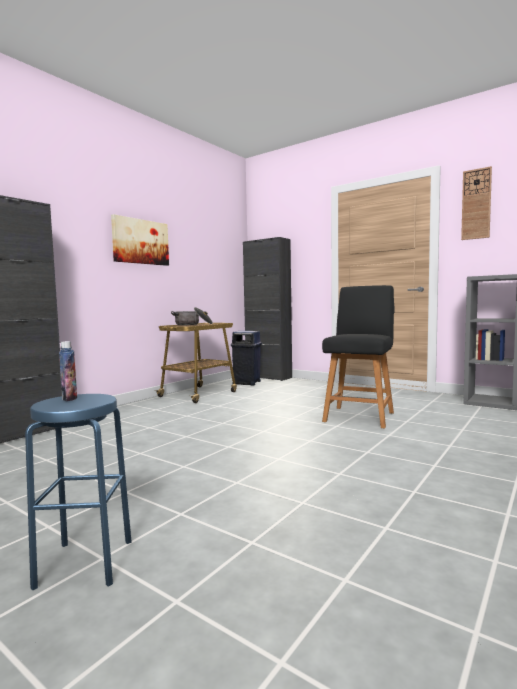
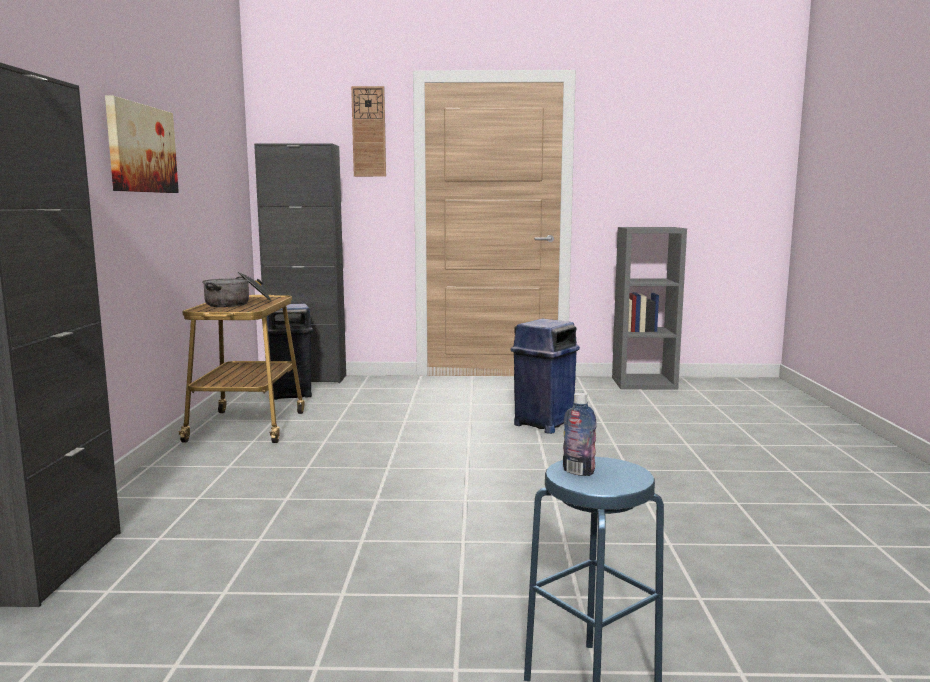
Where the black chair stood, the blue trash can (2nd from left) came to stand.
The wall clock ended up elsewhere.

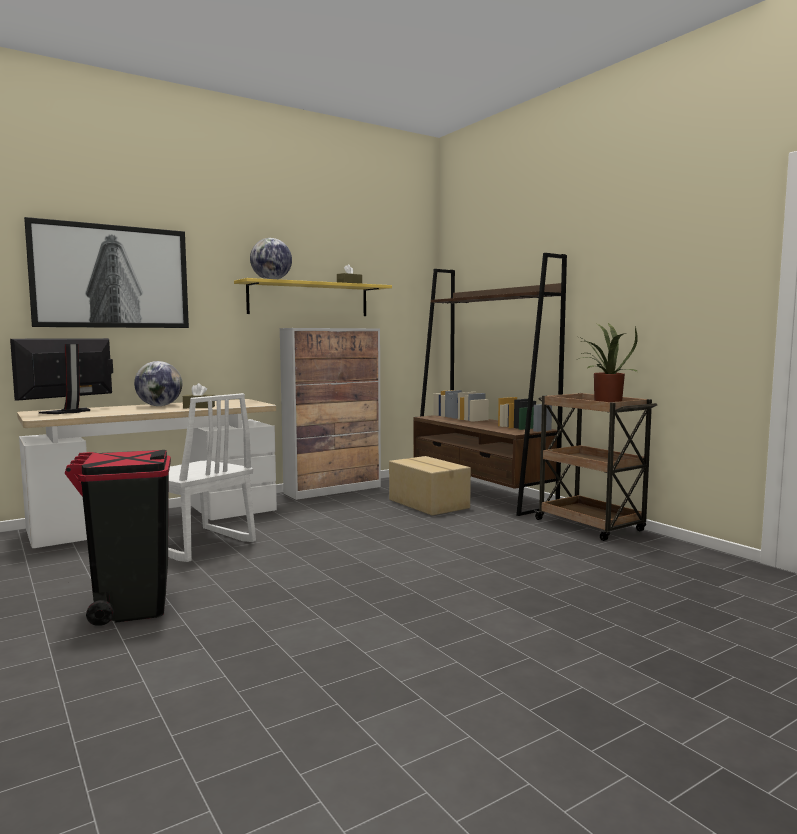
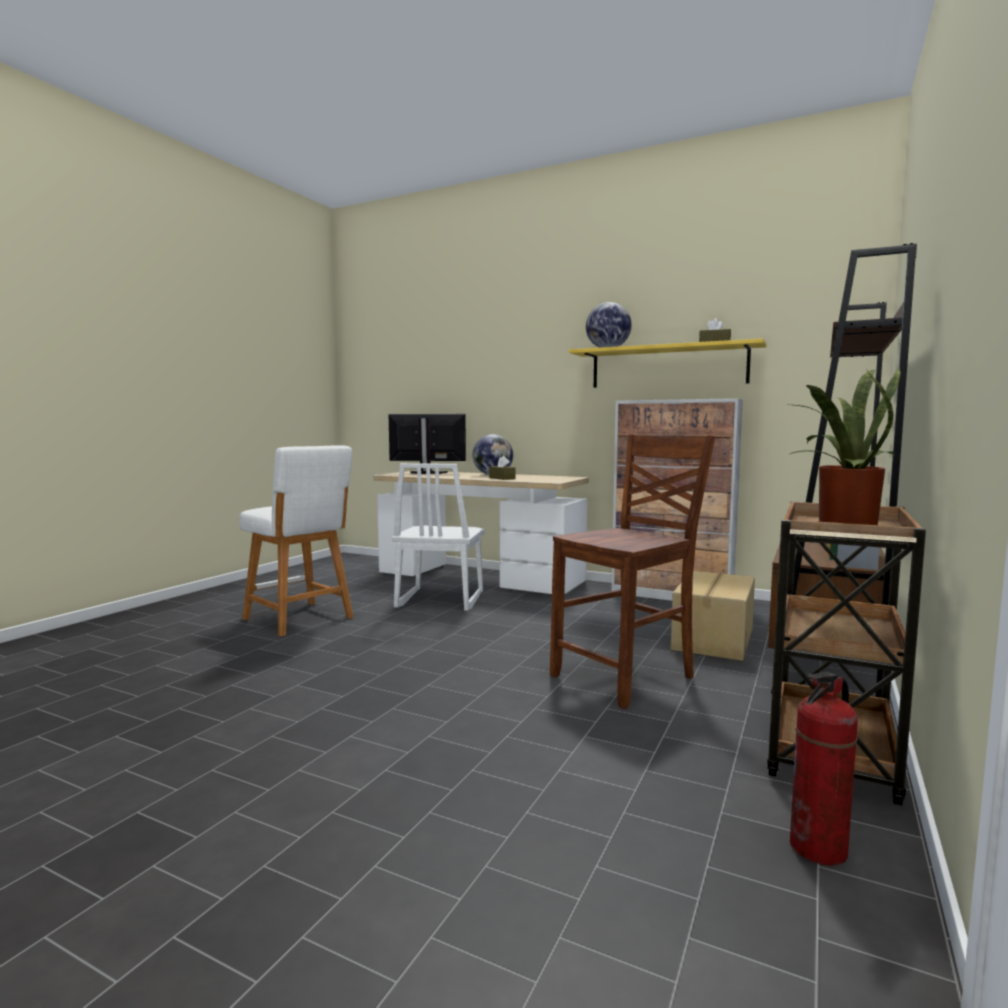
The second view lost the picture.
Where the black trash can stood, the white stool came to stand.
The second view gained the brown chair.
The second view gained the fire extinguisher.

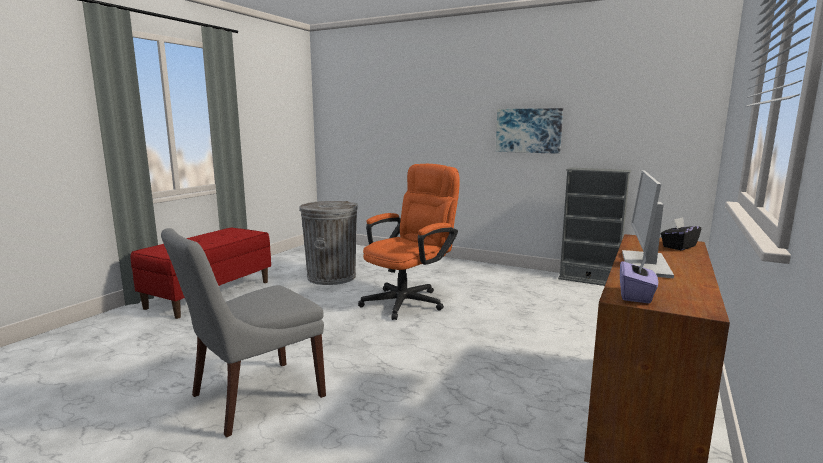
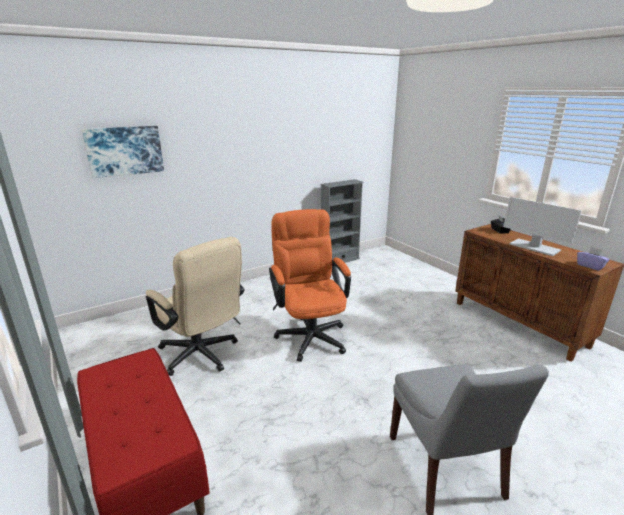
Where the grey trash can stood, the beige office chair came to stand.
The picture ended up elsewhere.

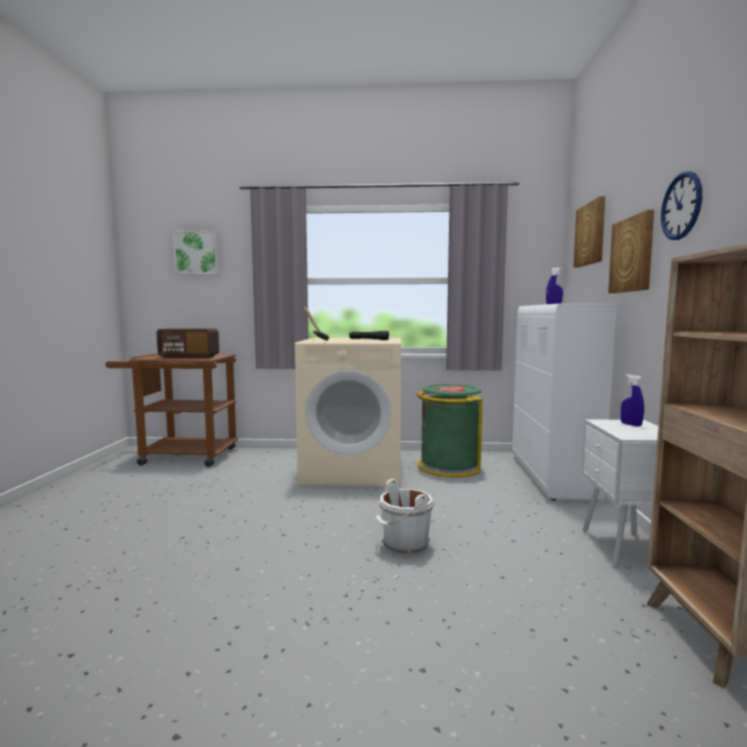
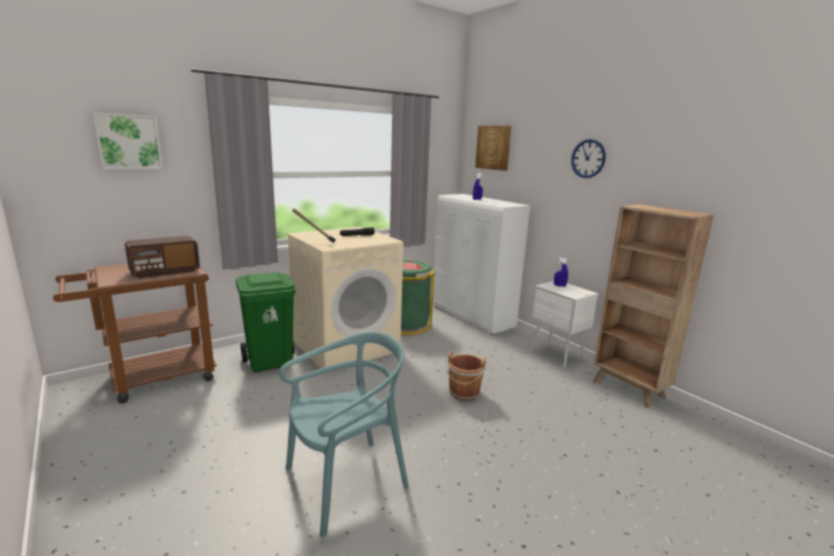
What was the white bucket turned into the brown bucket.
The second view lost the picture (3rd from left).
The second view gained the green trash can (1st from left).
The second view gained the turquoise chair.

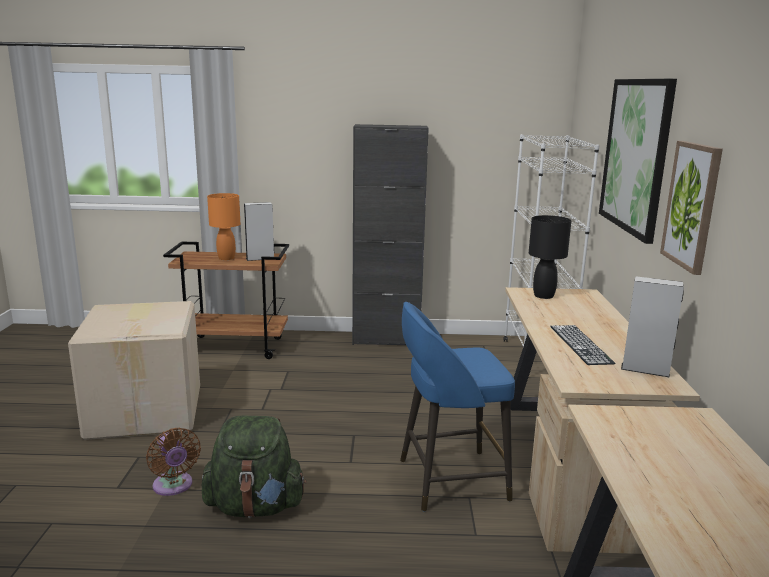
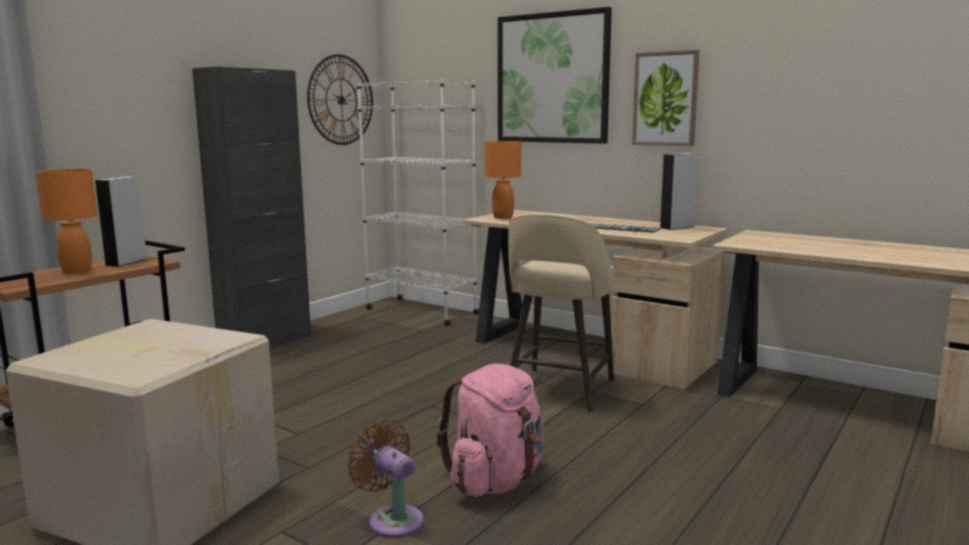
The brown fan ended up facing another way, 135 degrees counterclockwise from before.
What was the green backpack turned into the pink backpack.
What was the blue stool turned into the beige stool.
What was the black table lamp turned into the orange table lamp (2nd from left).
The second view gained the wall clock.

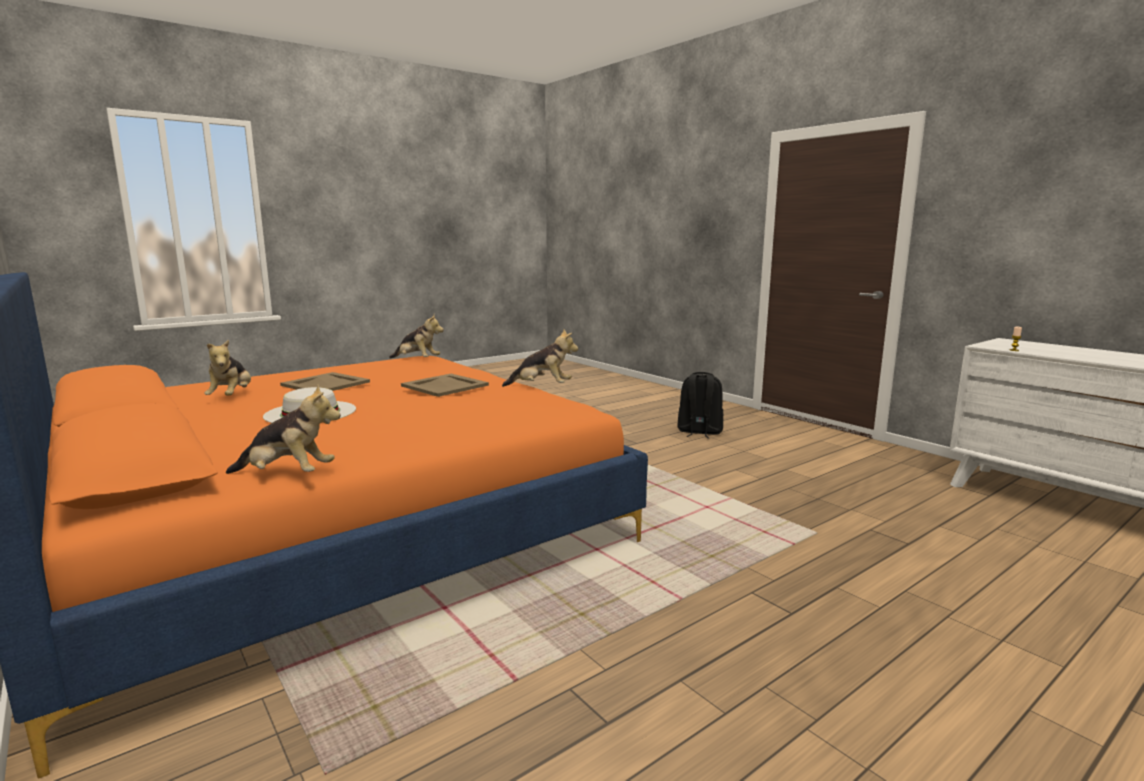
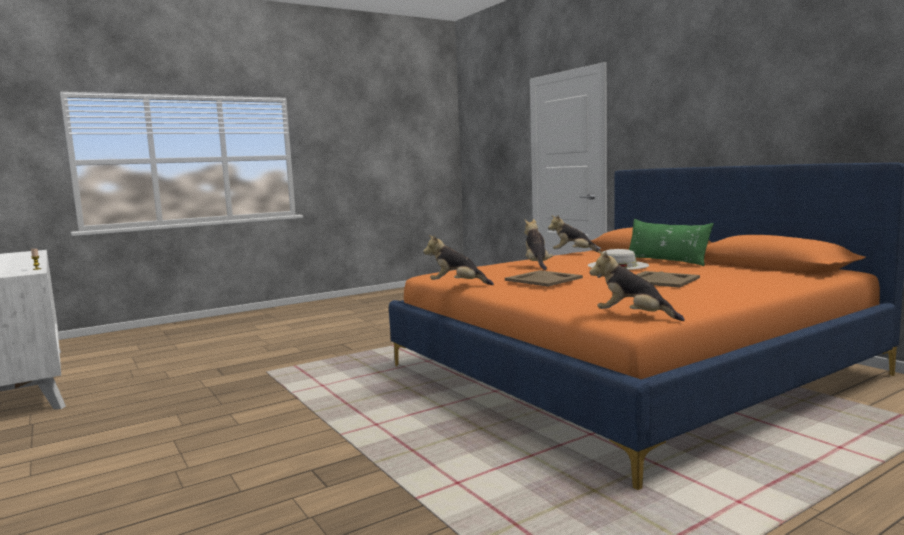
The plush toy (1st from left in the first image) ended up elsewhere.
The second view lost the black backpack.
The second view gained the green pillow.

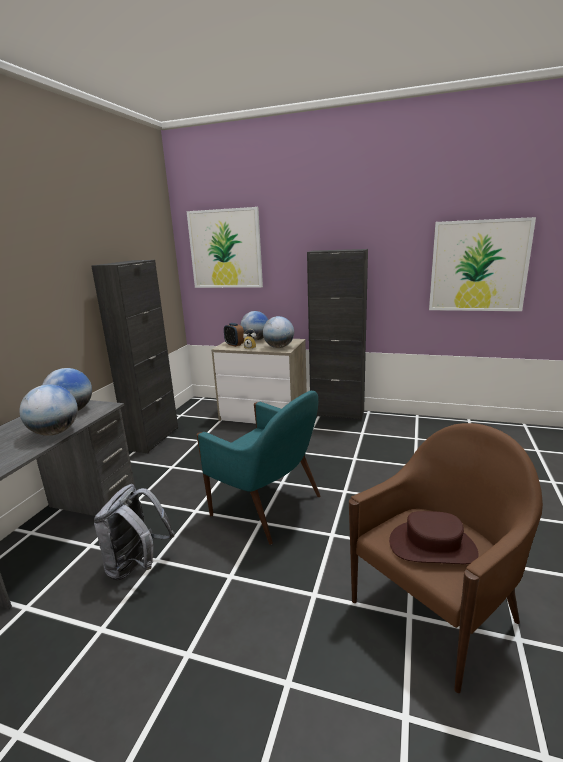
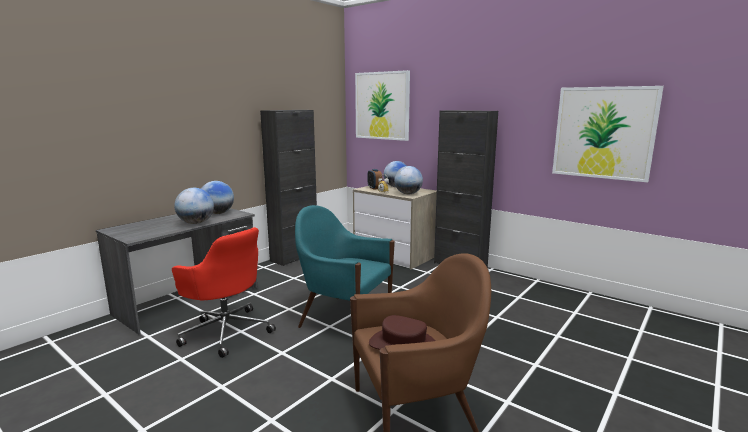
Where the grey backpack stood, the red office chair came to stand.
The turquoise armchair ended up facing another way, 150 degrees clockwise from before.

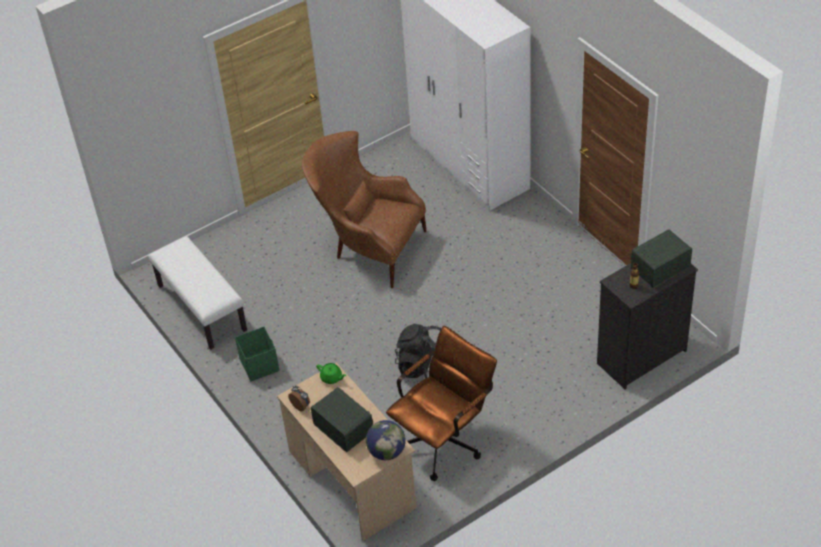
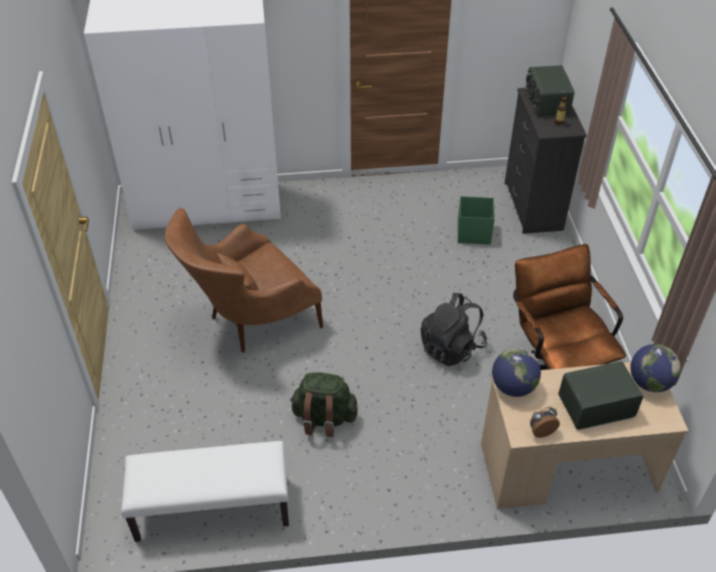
The green storage box ended up elsewhere.
Where the green teapot stood, the globe (1st from left) came to stand.
The second view gained the green backpack.

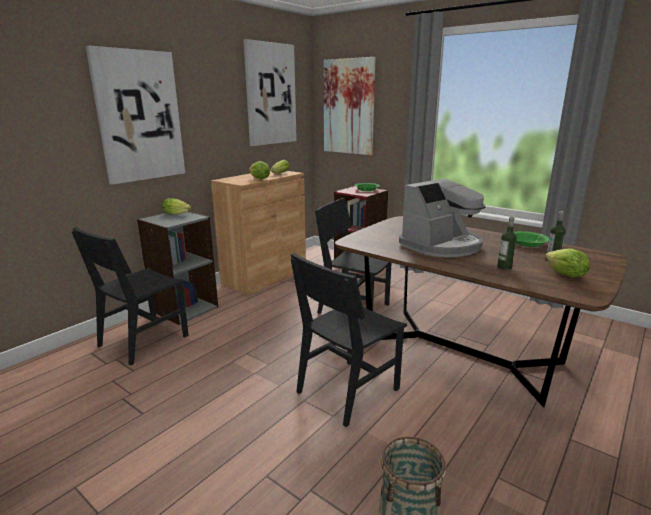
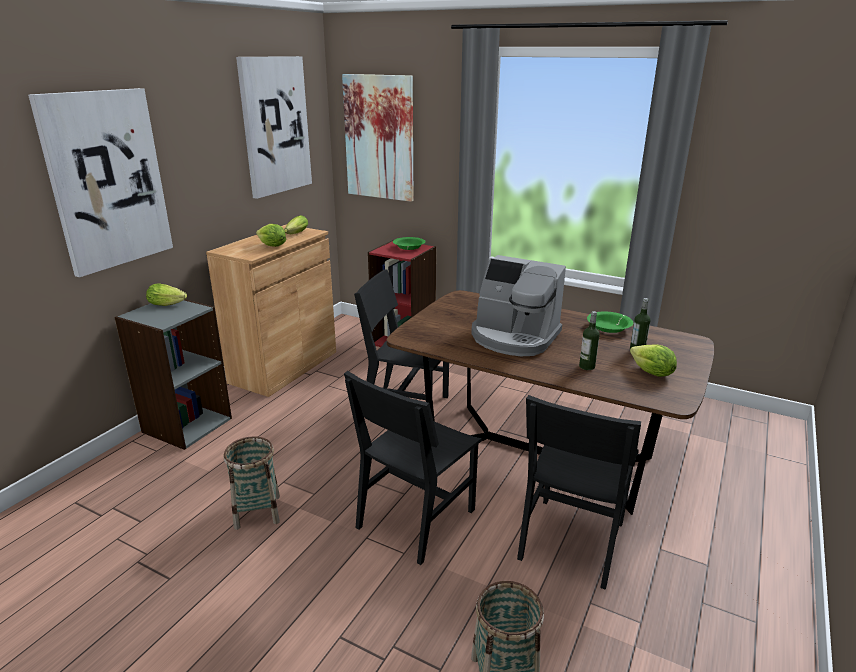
The black chair (1st from left in the first image) ended up elsewhere.
The coffee machine ended up facing another way, 75 degrees clockwise from before.
The second view gained the basket (1st from left).

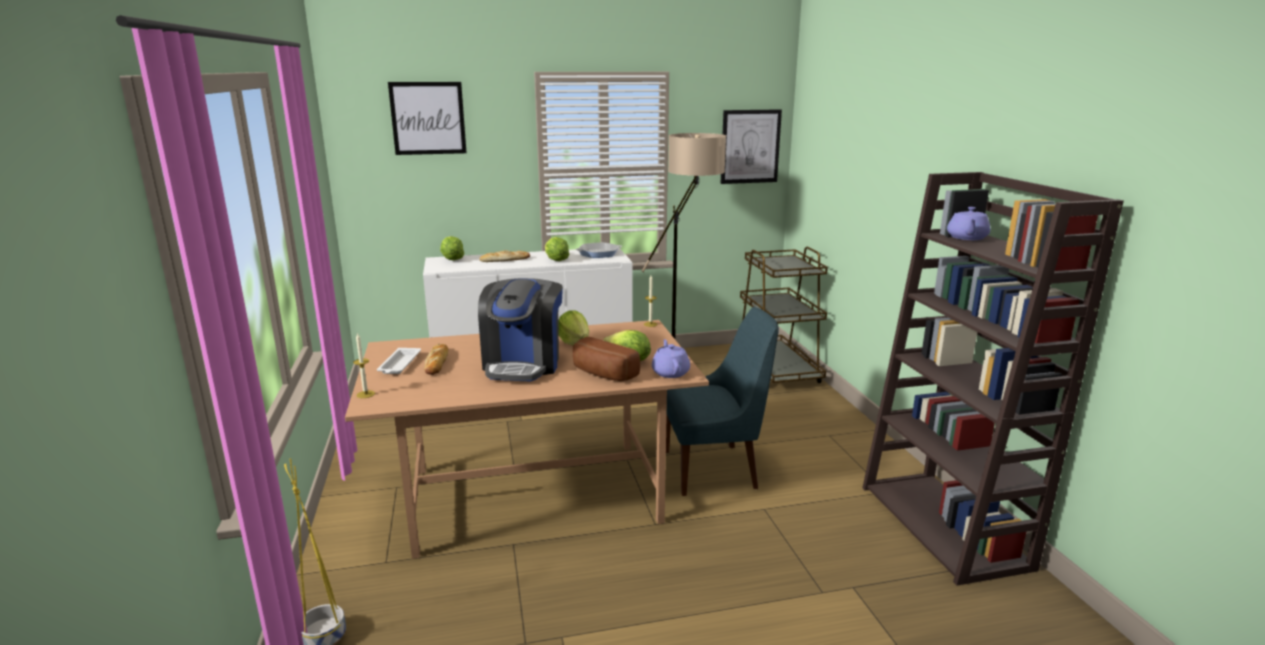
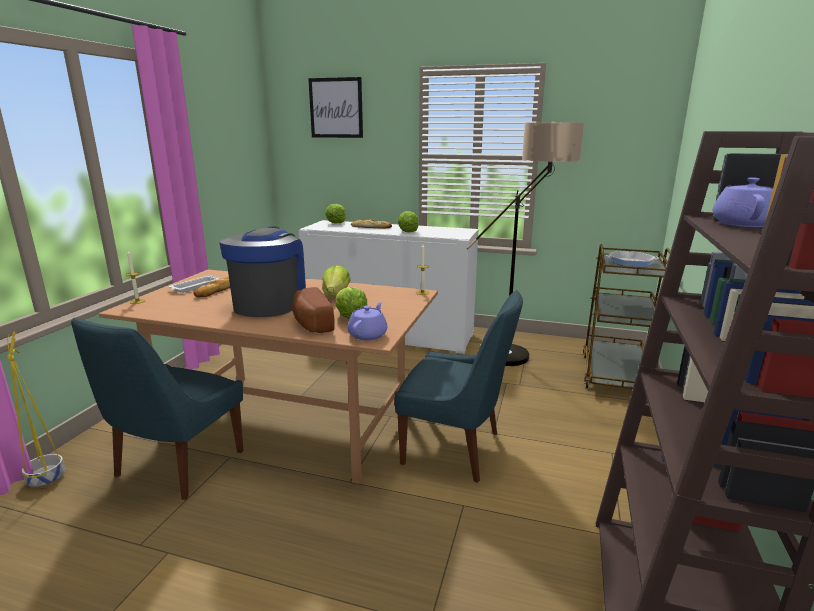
The coffee machine ended up facing another way, 150 degrees clockwise from before.
The frying pan ended up elsewhere.
The second view lost the picture (2nd from left).
The purple teapot (2nd from left) ended up facing another way, 150 degrees clockwise from before.
The second view gained the blue chair (1st from left).

